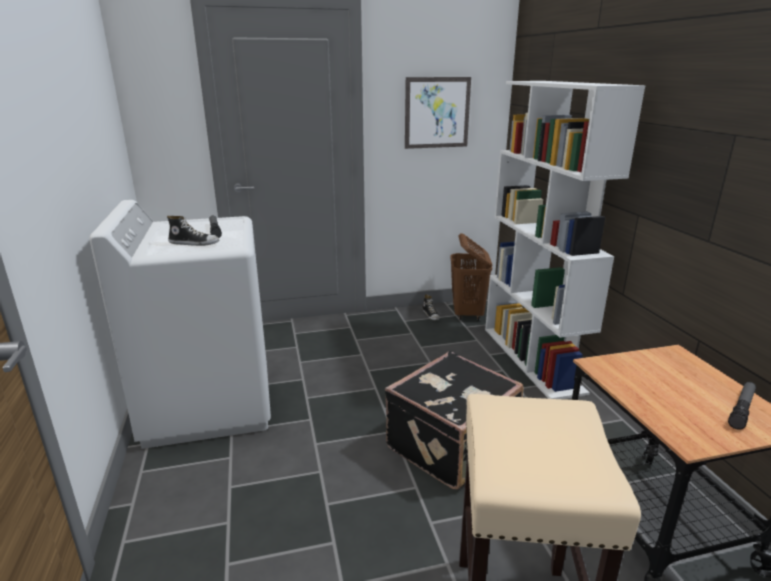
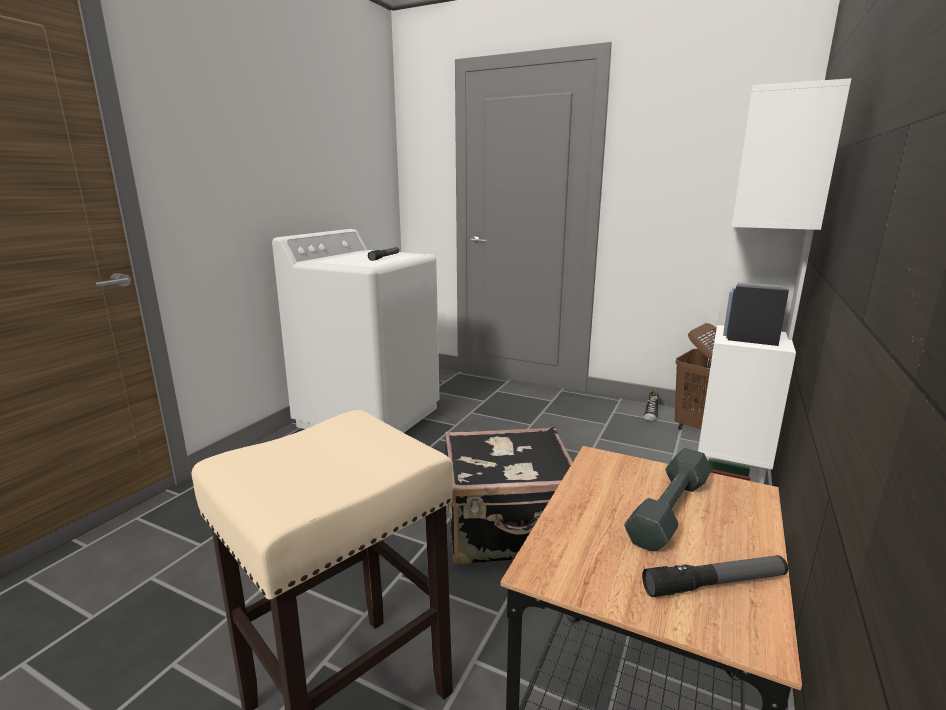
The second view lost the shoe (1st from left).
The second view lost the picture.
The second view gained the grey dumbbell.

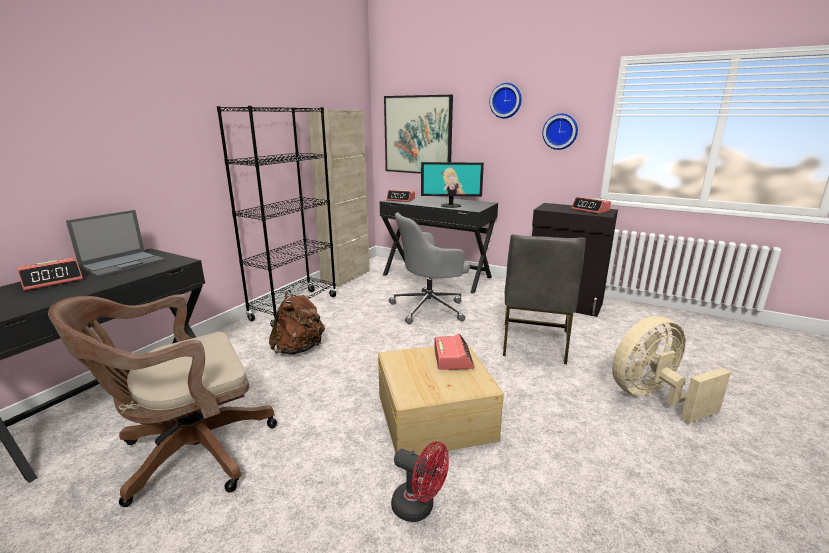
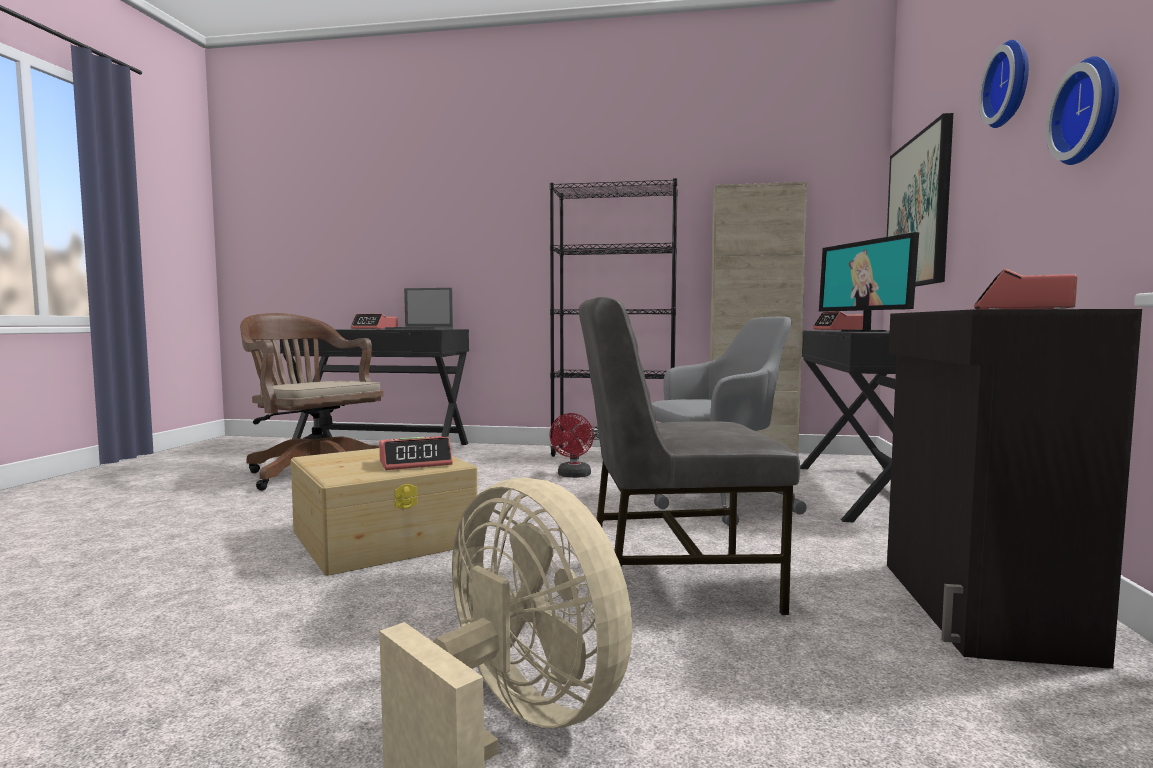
The second view lost the brown backpack.
The grey office chair ended up facing another way, 120 degrees clockwise from before.
The red fan ended up elsewhere.

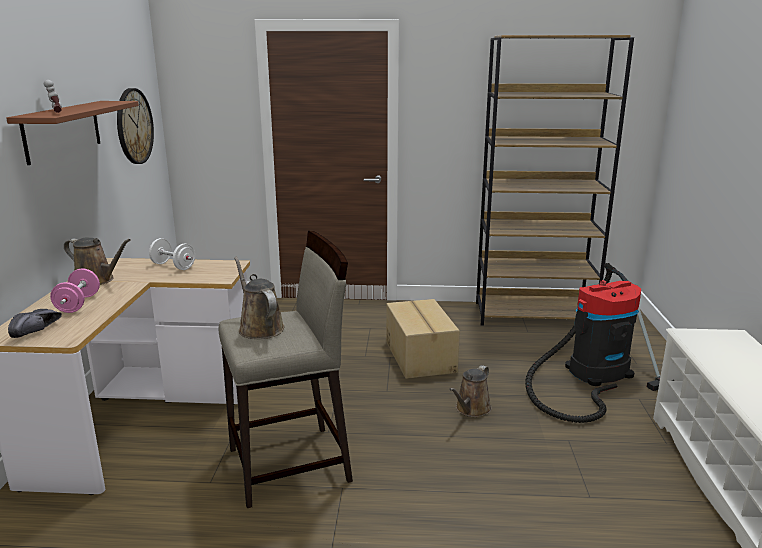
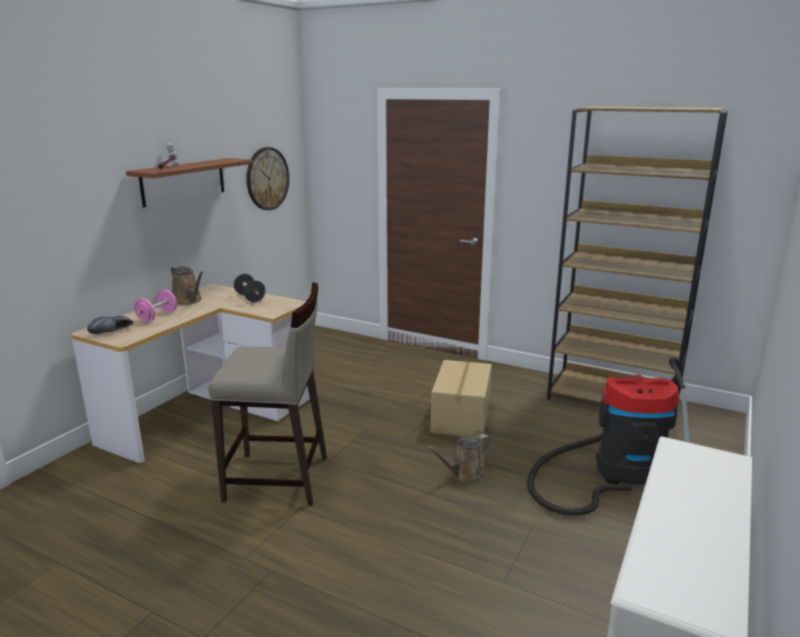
What was the white dumbbell turned into the black dumbbell.
The second view lost the brown watering can (2nd from left).

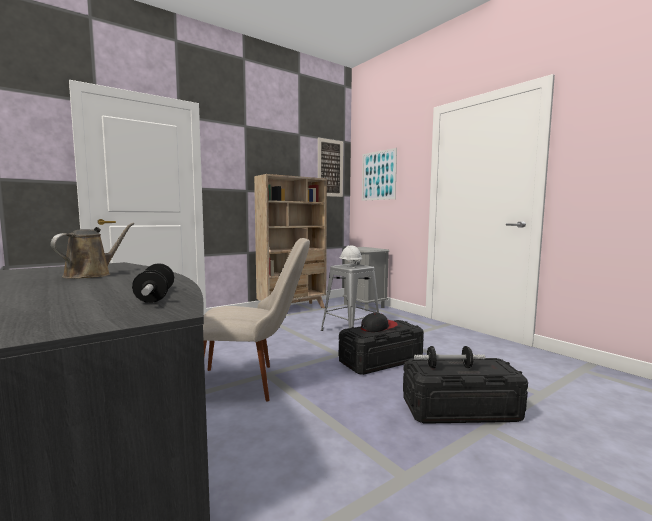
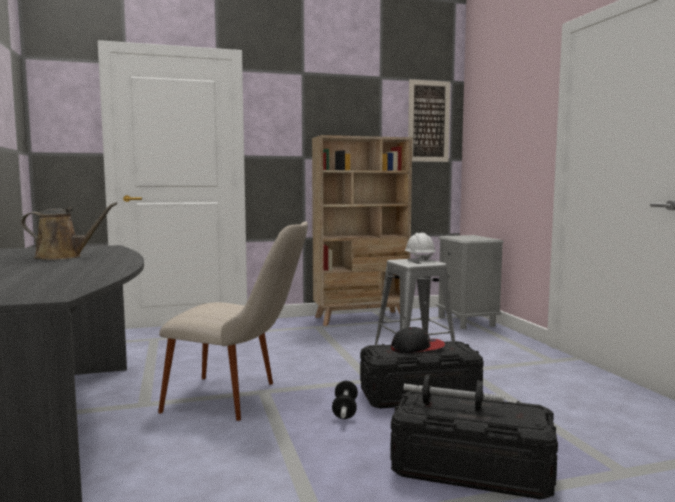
The brown watering can ended up facing another way, 45 degrees clockwise from before.
The dumbbell (1st from left) ended up elsewhere.
The second view lost the picture (2nd from left).

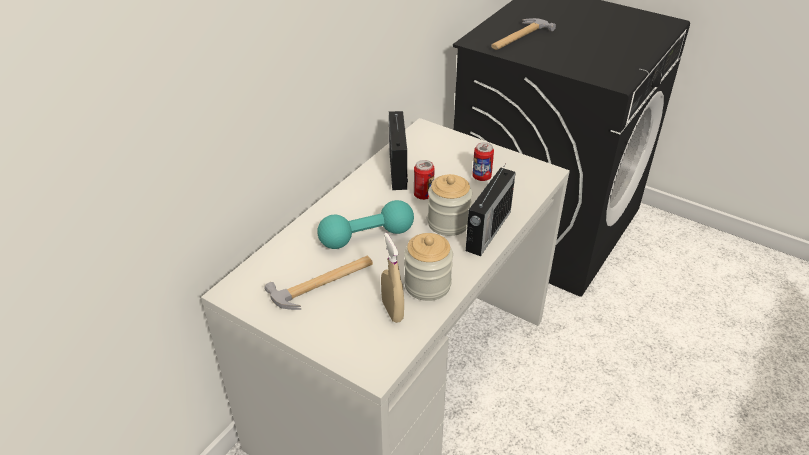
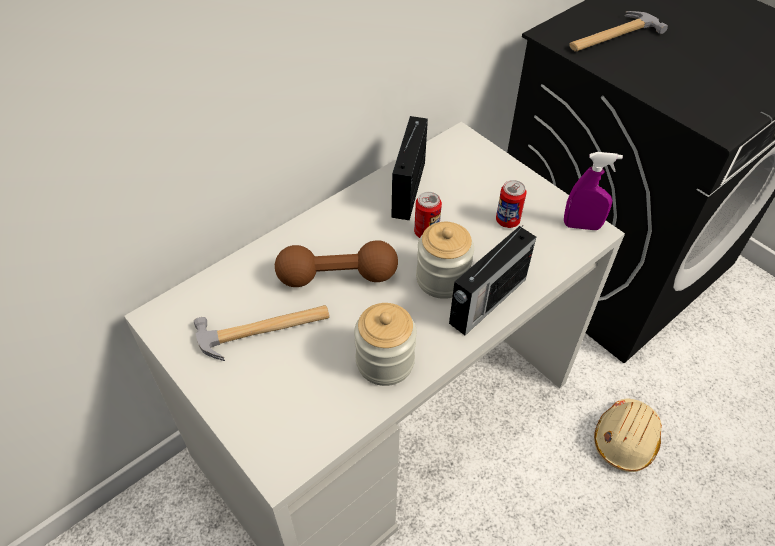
What was the turquoise dumbbell turned into the brown dumbbell.
The second view lost the beige spray bottle.
The second view gained the purple spray bottle.
The second view gained the beige hard hat.

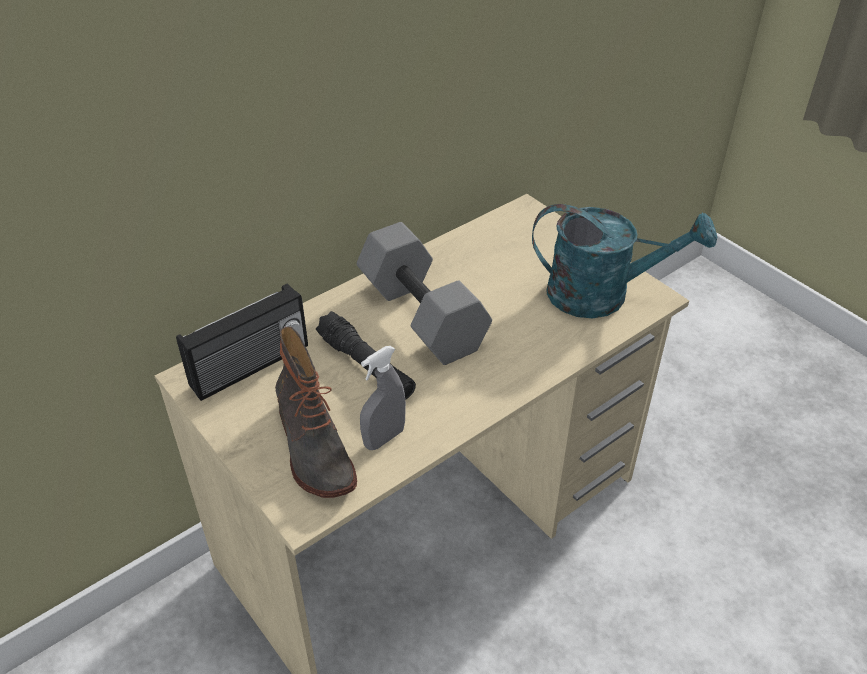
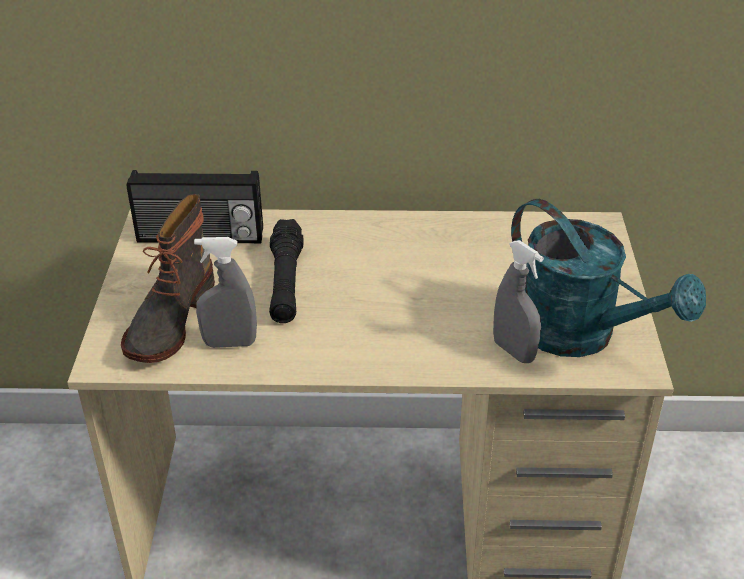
The second view lost the grey dumbbell.
The second view gained the grey spray bottle (2nd from left).

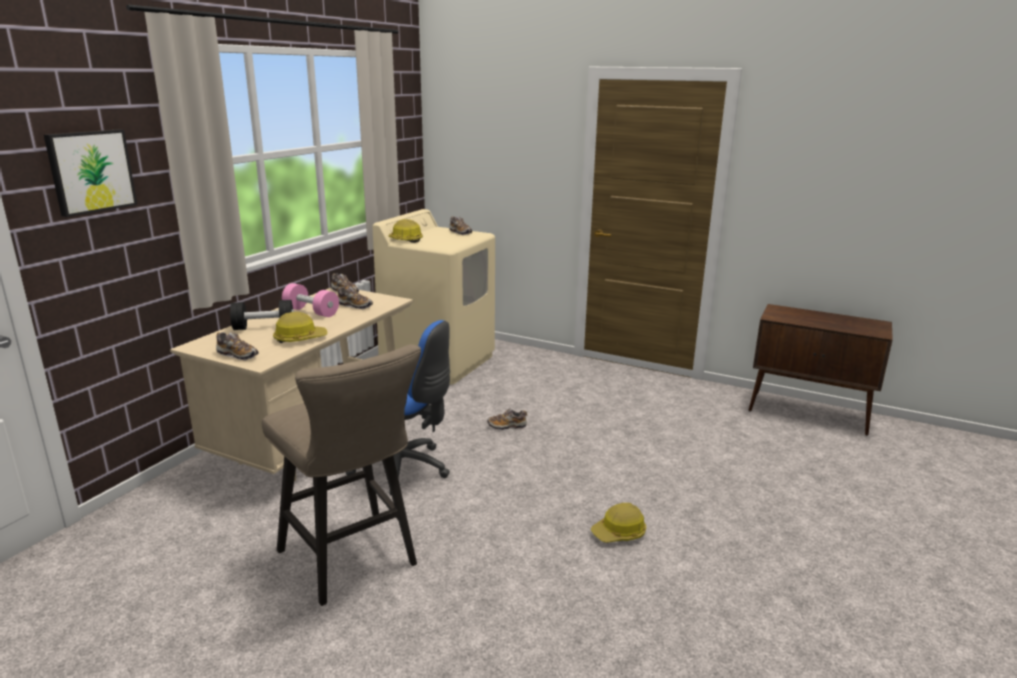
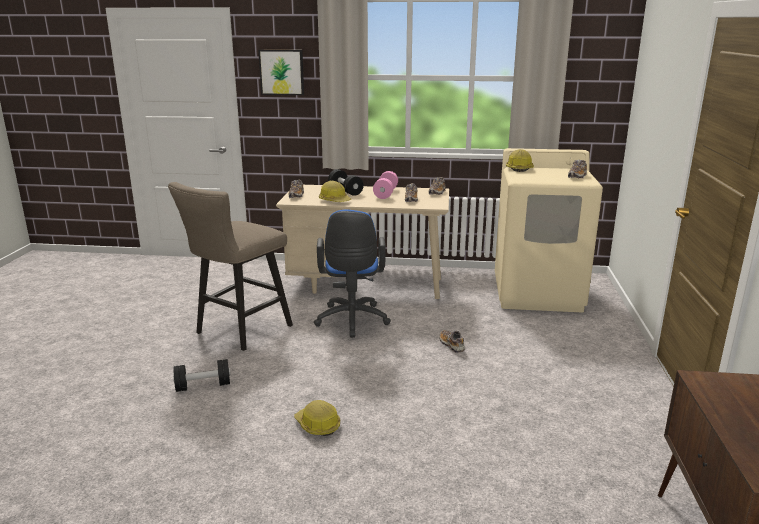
The second view gained the black dumbbell (1st from left).

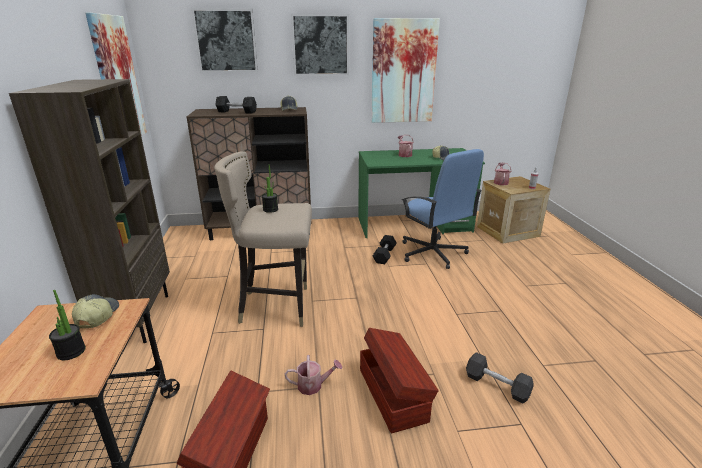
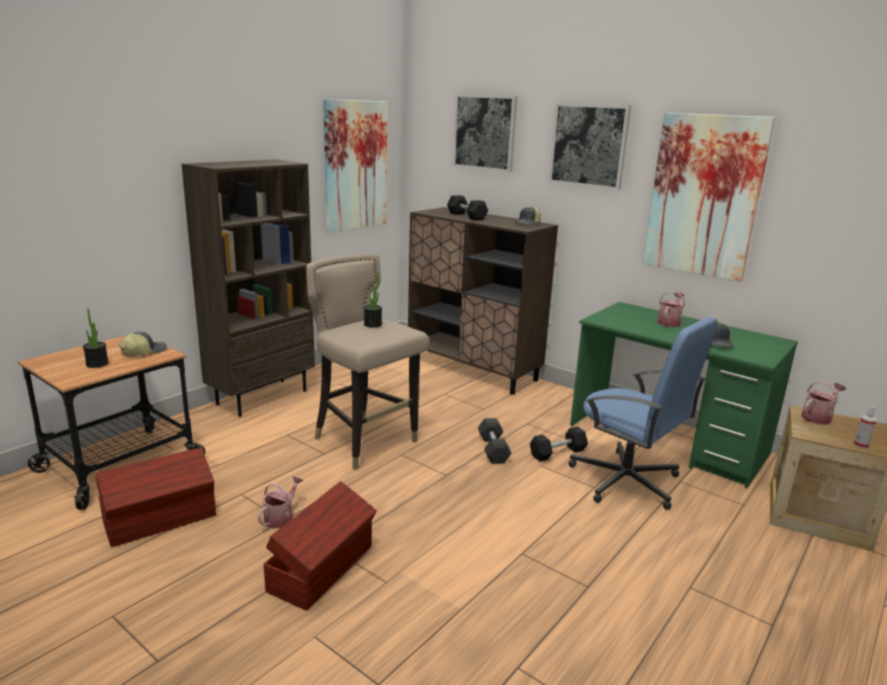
The watering can (1st from left) ended up facing another way, 105 degrees counterclockwise from before.
The blue office chair ended up facing another way, 60 degrees counterclockwise from before.
The black dumbbell (3rd from left in the first image) ended up elsewhere.

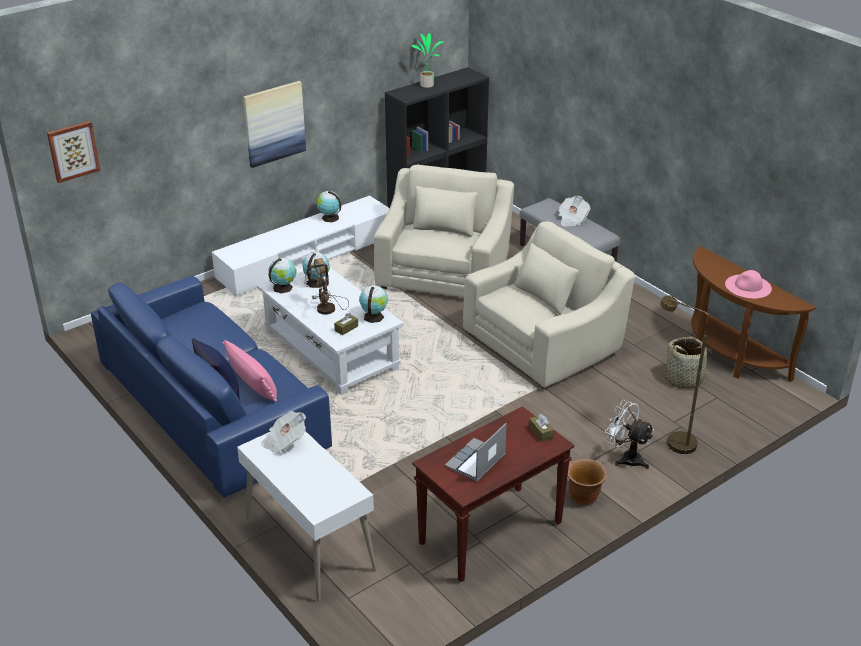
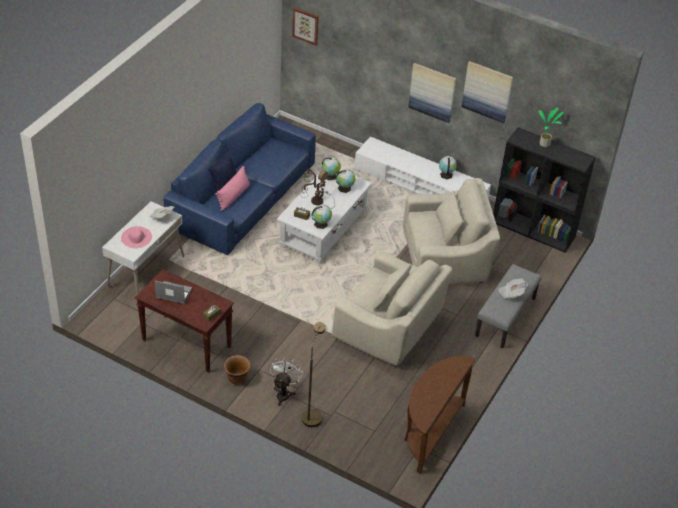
The second view lost the basket.
The pink hat ended up elsewhere.
The second view gained the picture (3rd from left).

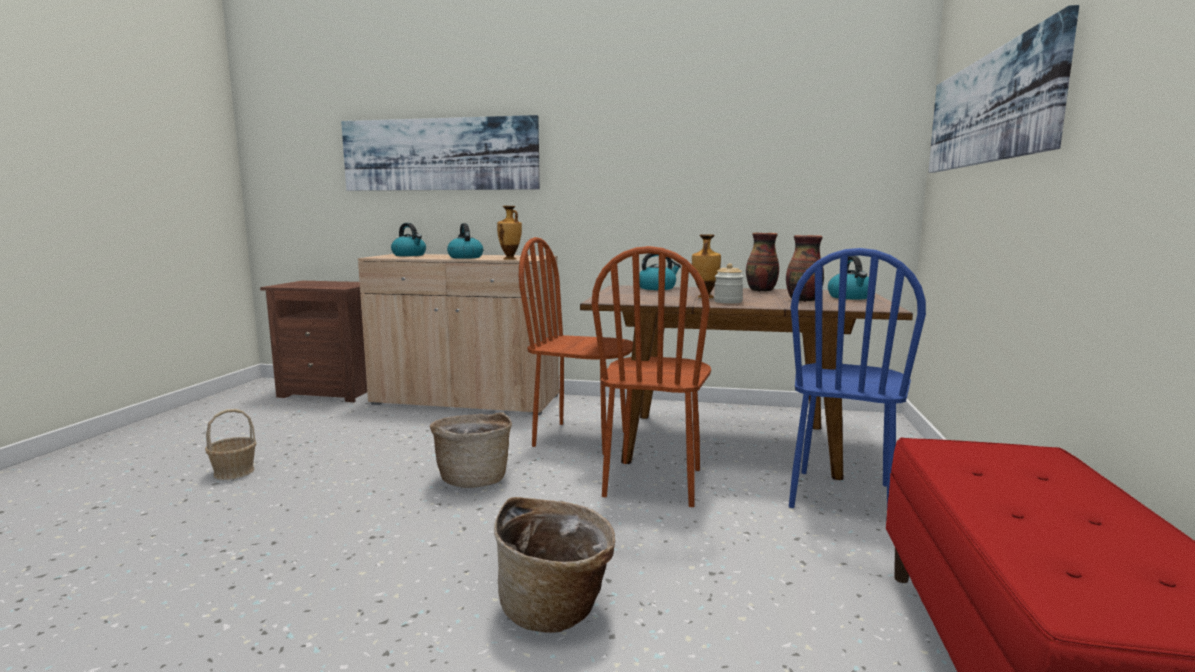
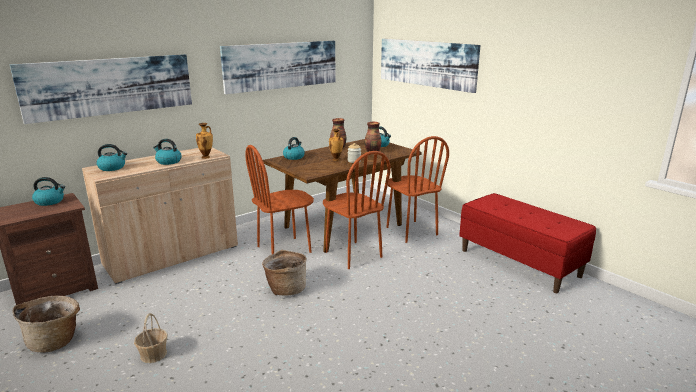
The basket (3rd from left in the first image) ended up elsewhere.
What was the blue chair turned into the brown chair (3rd from left).
The second view gained the kettle (1st from left).
The second view gained the picture (2nd from left).

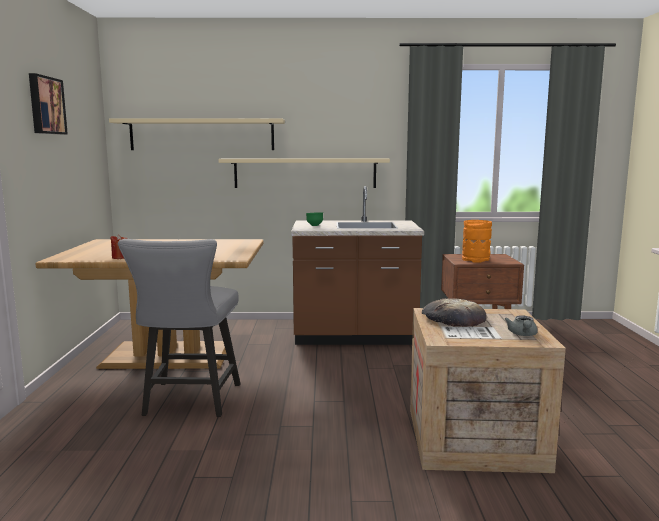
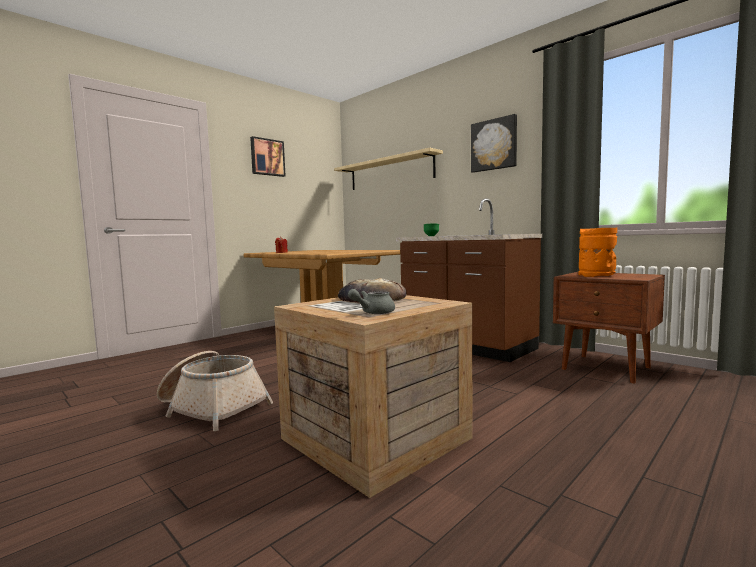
The second view lost the grey chair.
The second view lost the beige shelf (2nd from left).
The second view gained the basket.
The second view gained the picture (2nd from left).

